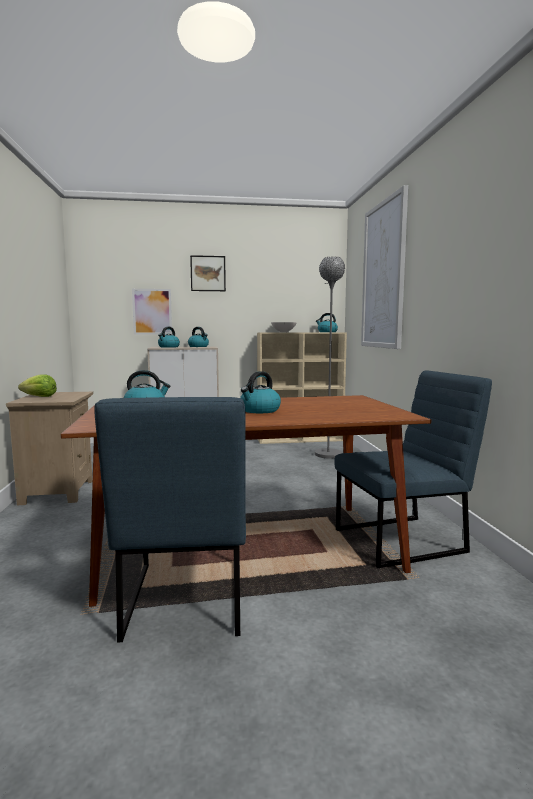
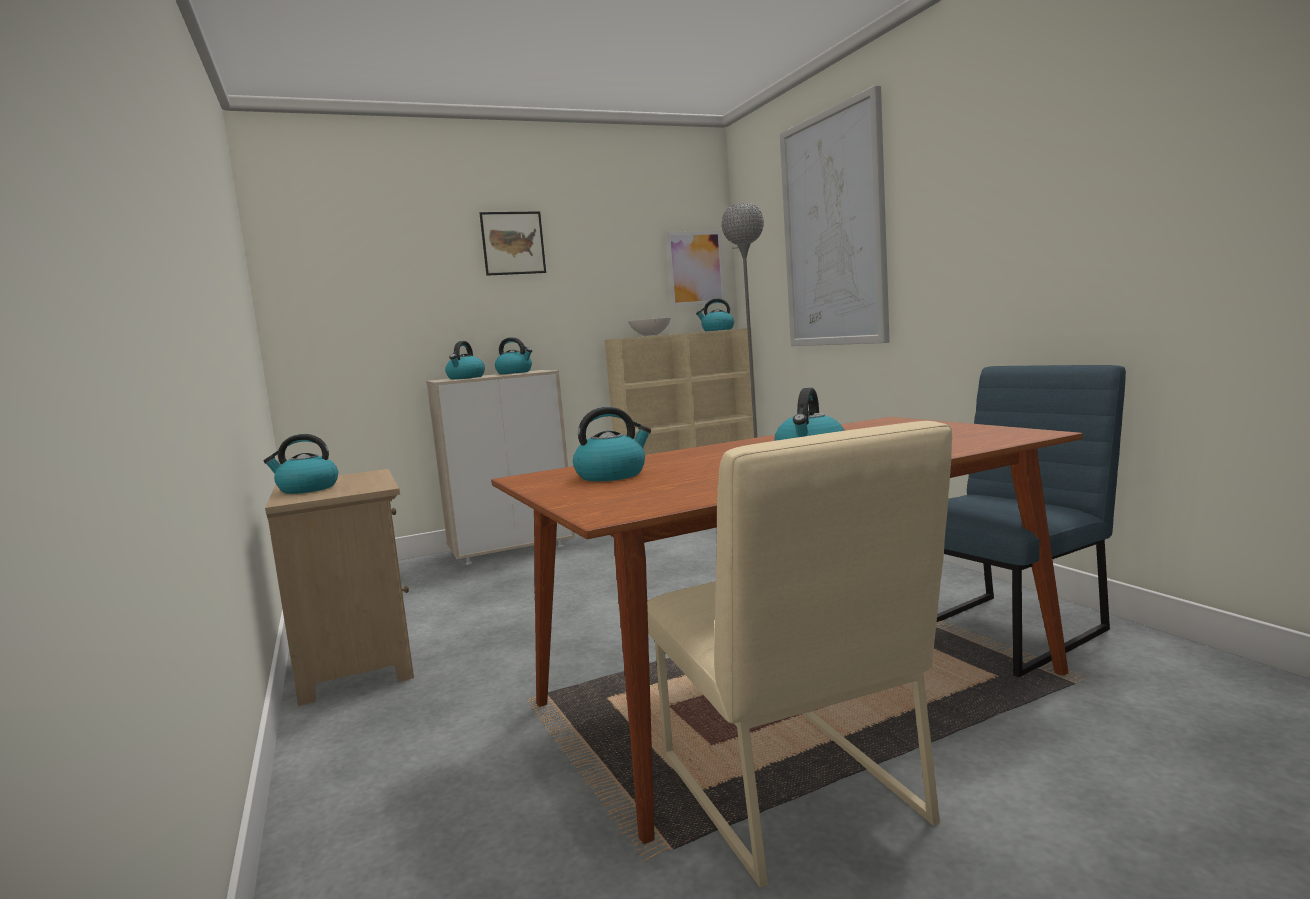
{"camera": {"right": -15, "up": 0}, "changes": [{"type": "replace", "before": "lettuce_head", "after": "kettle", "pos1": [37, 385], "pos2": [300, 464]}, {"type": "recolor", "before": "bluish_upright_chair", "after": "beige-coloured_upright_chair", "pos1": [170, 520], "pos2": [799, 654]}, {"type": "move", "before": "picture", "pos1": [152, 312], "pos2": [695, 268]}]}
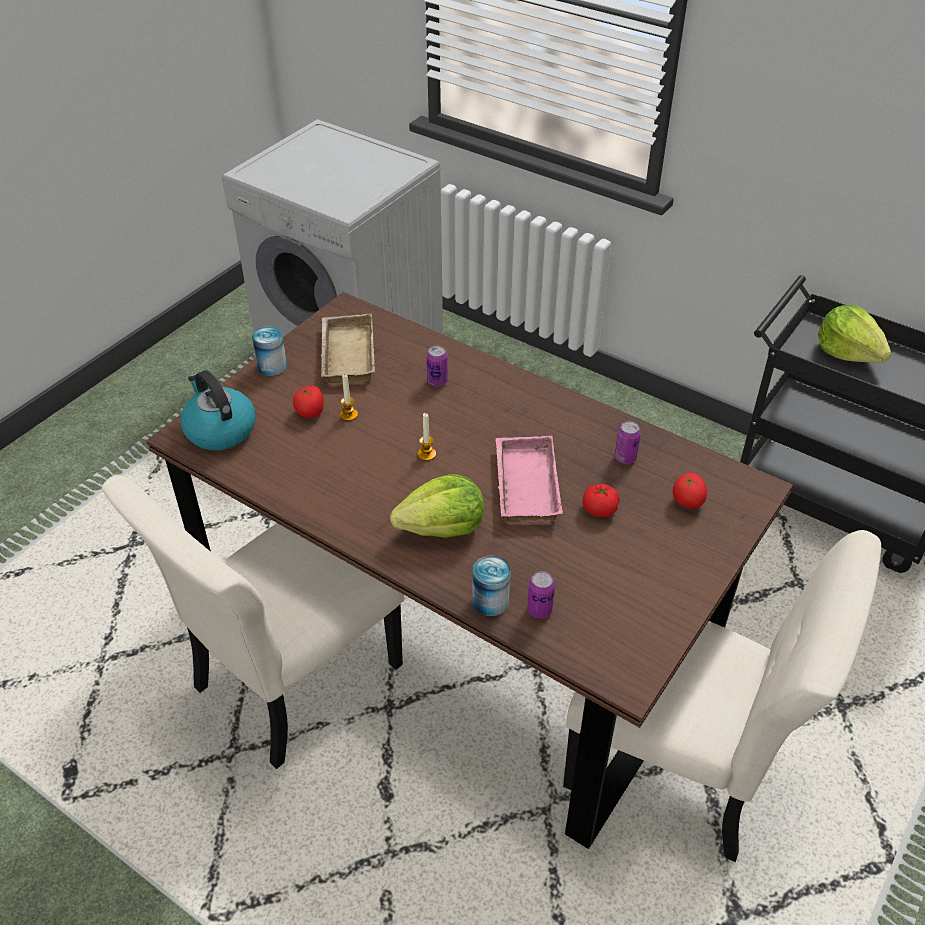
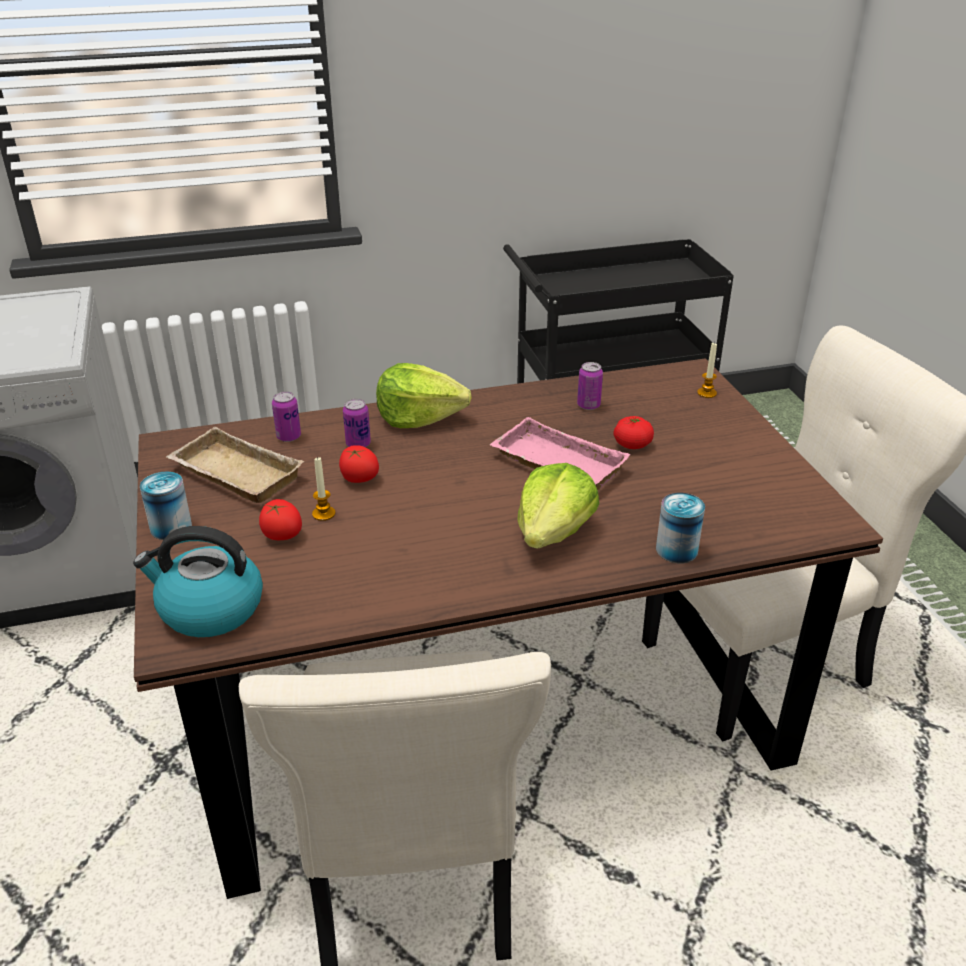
{"camera": {"right": -50, "up": -10}, "changes": [{"type": "move", "before": "wax_candle", "pos1": [427, 437], "pos2": [707, 370]}, {"type": "move", "before": "metal_can", "pos1": [541, 594], "pos2": [286, 417]}, {"type": "move", "before": "fresh_tomato", "pos1": [690, 490], "pos2": [359, 464]}, {"type": "move", "before": "lettuce_head", "pos1": [855, 334], "pos2": [424, 395]}]}
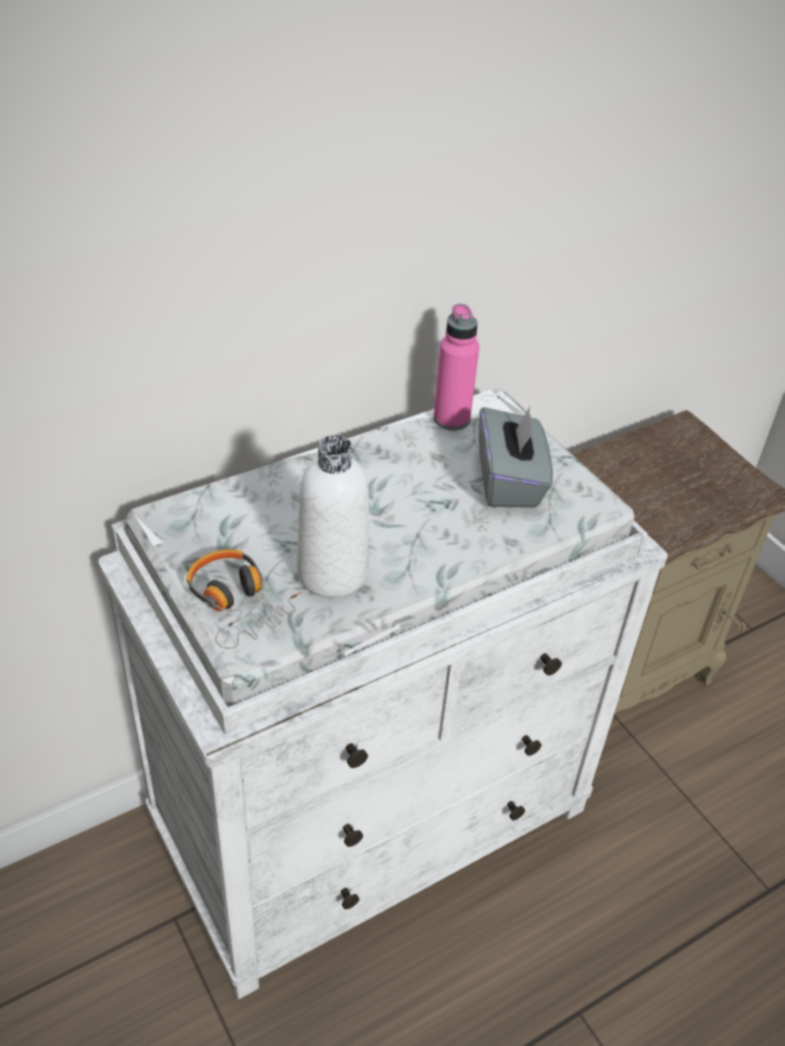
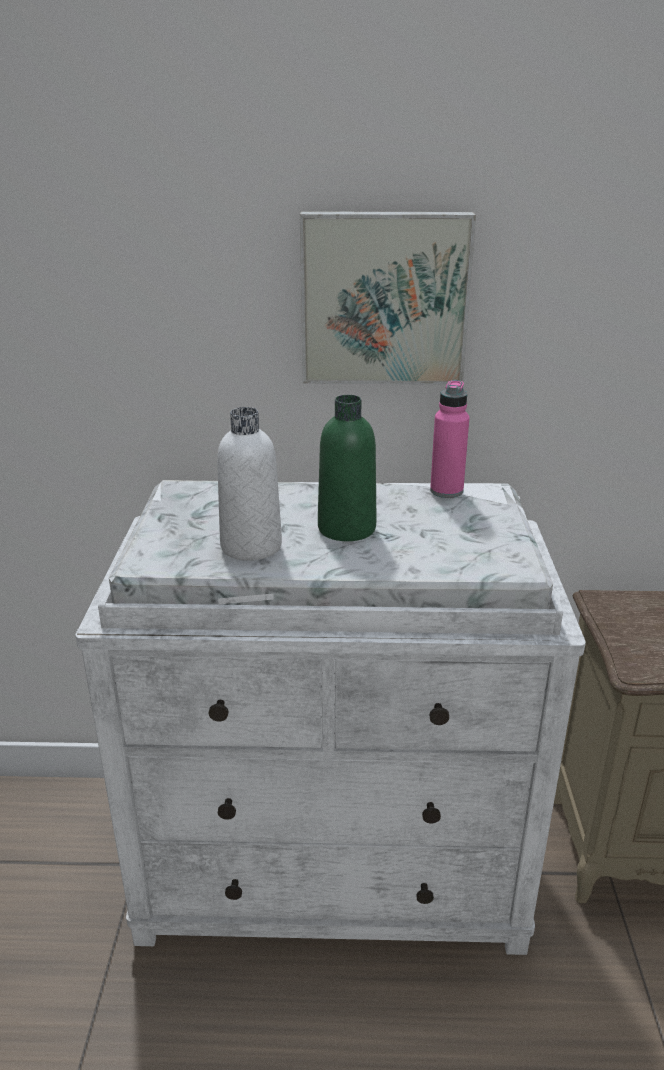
{"camera": {"right": 35, "up": -15}, "changes": [{"type": "delete", "before": "headphones", "pos1": [243, 599]}, {"type": "delete", "before": "gray_tissue_holder", "pos1": [516, 457]}, {"type": "insert", "after": "picture", "pos2": [388, 298]}, {"type": "insert", "after": "green-coloured_drink_bottle", "pos2": [347, 468]}]}
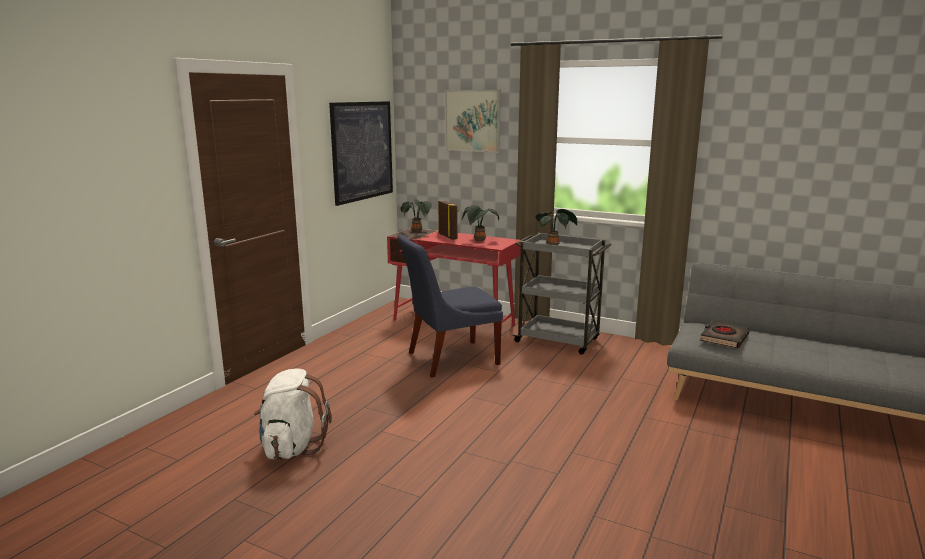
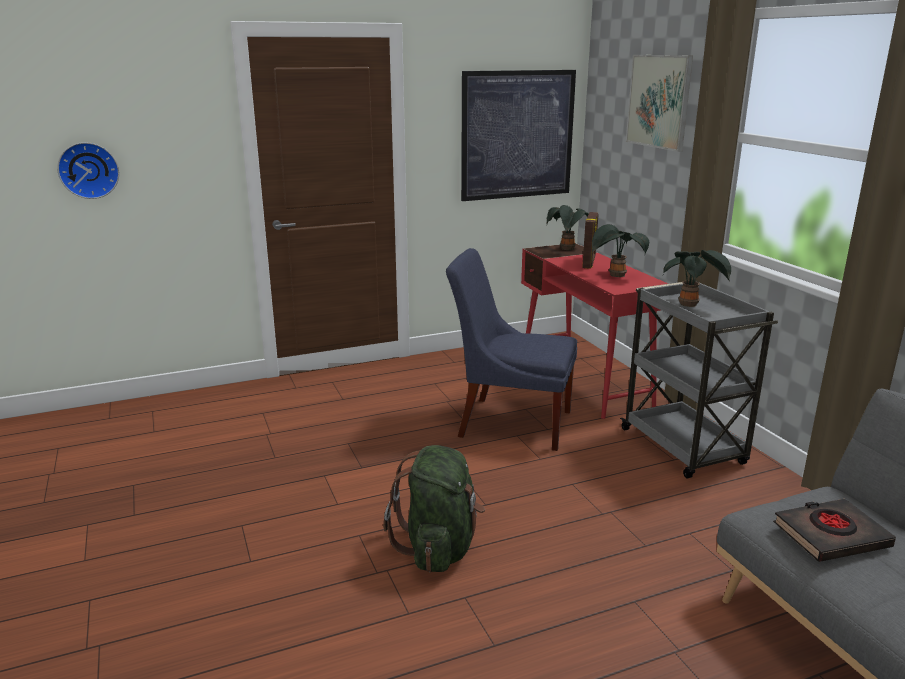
{"camera": {"right": 40, "up": 5}, "changes": [{"type": "delete", "before": "white-coloured_backpack", "pos1": [293, 413]}, {"type": "insert", "after": "hanging_clock", "pos2": [88, 170]}, {"type": "insert", "after": "green-coloured_backpack", "pos2": [434, 508]}]}
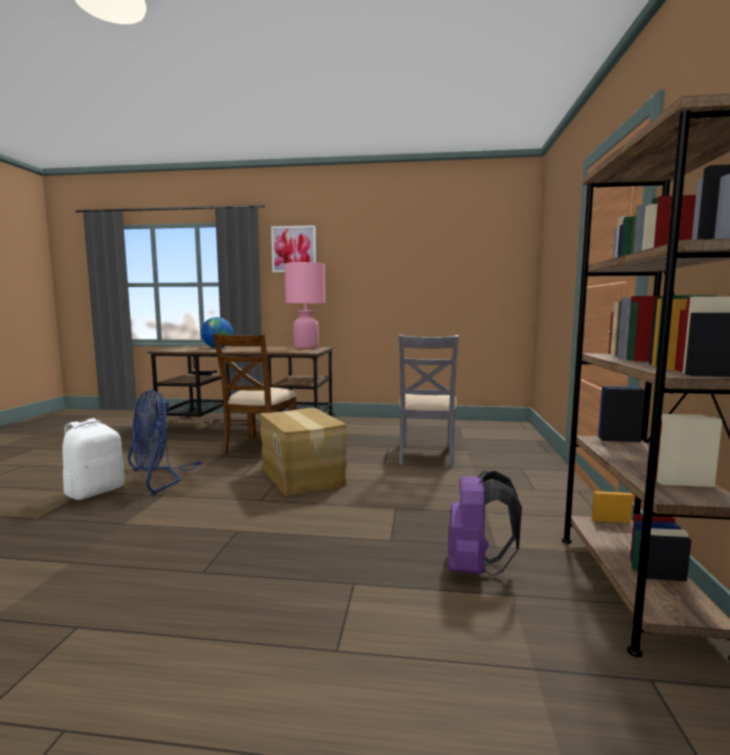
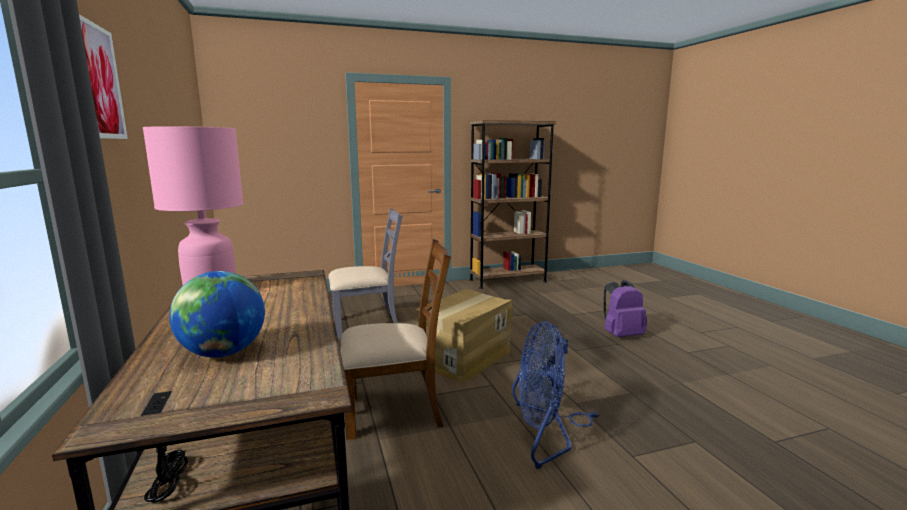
{"camera": {"right": -115, "up": 5}, "changes": [{"type": "delete", "before": "white-coloured_backpack", "pos1": [93, 459]}, {"type": "rotate", "before": "bluish_cooling_fan", "pos1": [165, 442], "pos2": [556, 395], "turn": 150}, {"type": "move", "before": "purple-coloured_backpack", "pos1": [485, 523], "pos2": [625, 308]}]}
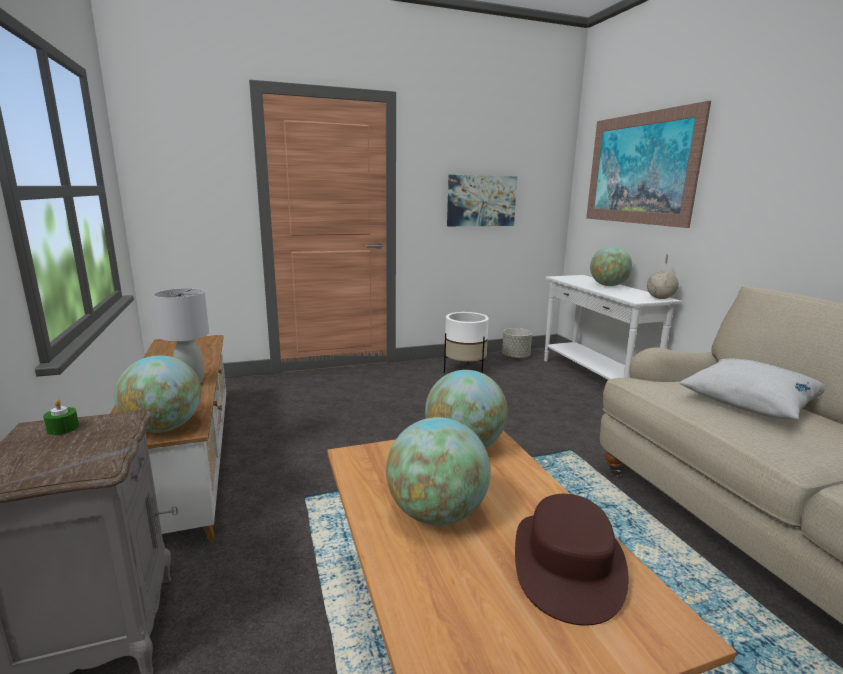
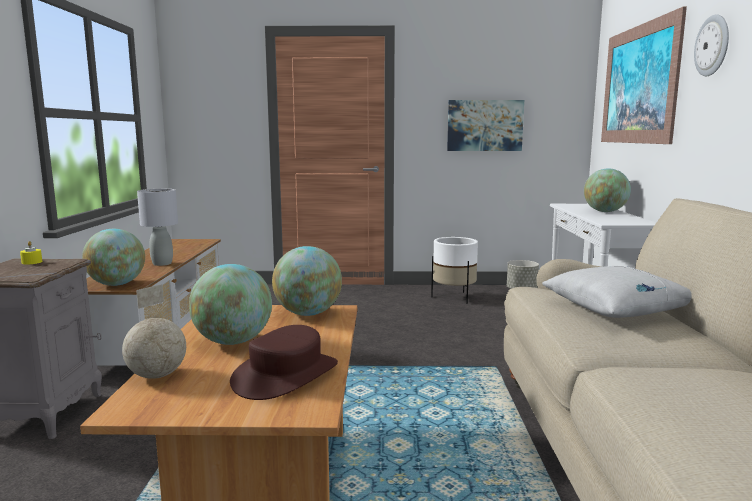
{"camera": {"right": 20, "up": -5}, "changes": [{"type": "recolor", "before": "green-coloured_wax_candle", "after": "yellowish_wax_candle", "pos1": [61, 417], "pos2": [31, 252]}, {"type": "move", "before": "world_globe", "pos1": [663, 276], "pos2": [154, 331]}, {"type": "insert", "after": "hanging_clock", "pos2": [711, 45]}]}
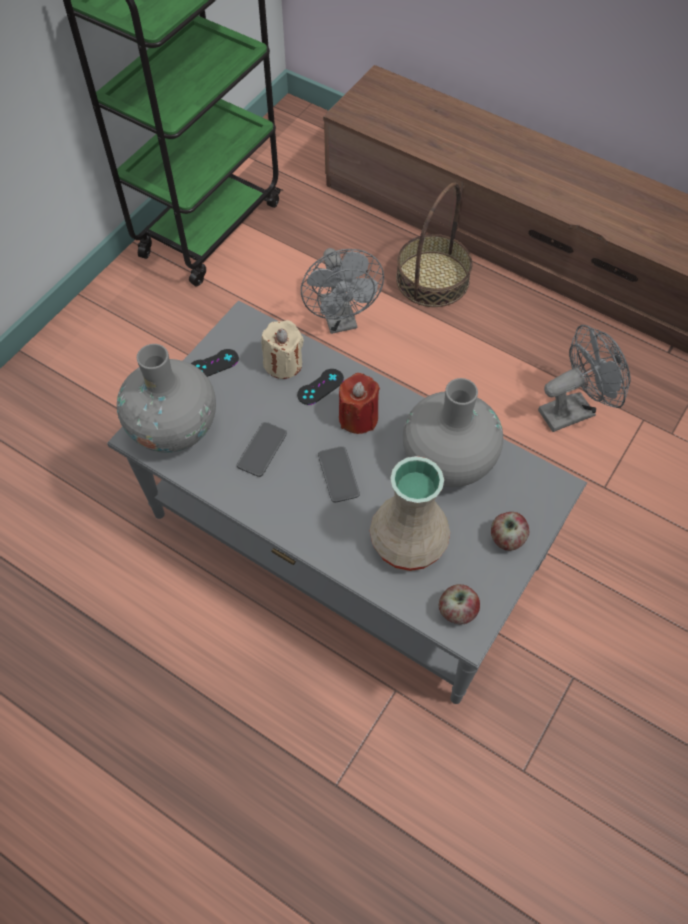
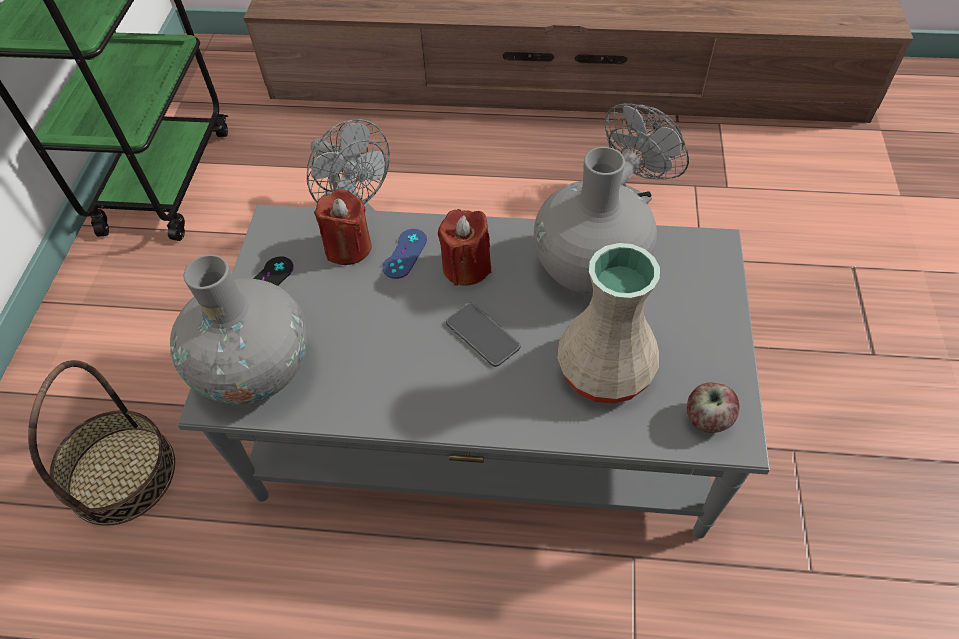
{"camera": {"right": -25, "up": -5}, "changes": [{"type": "delete", "before": "telephone", "pos1": [262, 449]}, {"type": "recolor", "before": "beige-coloured_wax_candle", "after": "reddish_wax_candle", "pos1": [282, 349], "pos2": [342, 227]}, {"type": "recolor", "before": "black-coloured_joypad", "after": "bluish_joypad", "pos1": [320, 387], "pos2": [404, 254]}, {"type": "move", "before": "basket", "pos1": [434, 244], "pos2": [101, 443]}, {"type": "delete", "before": "apple", "pos1": [510, 531]}]}
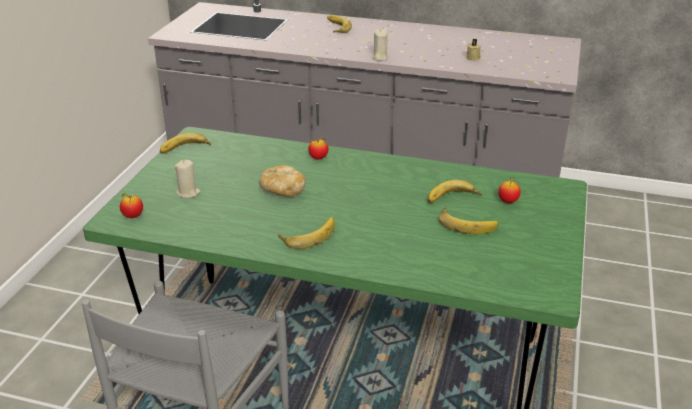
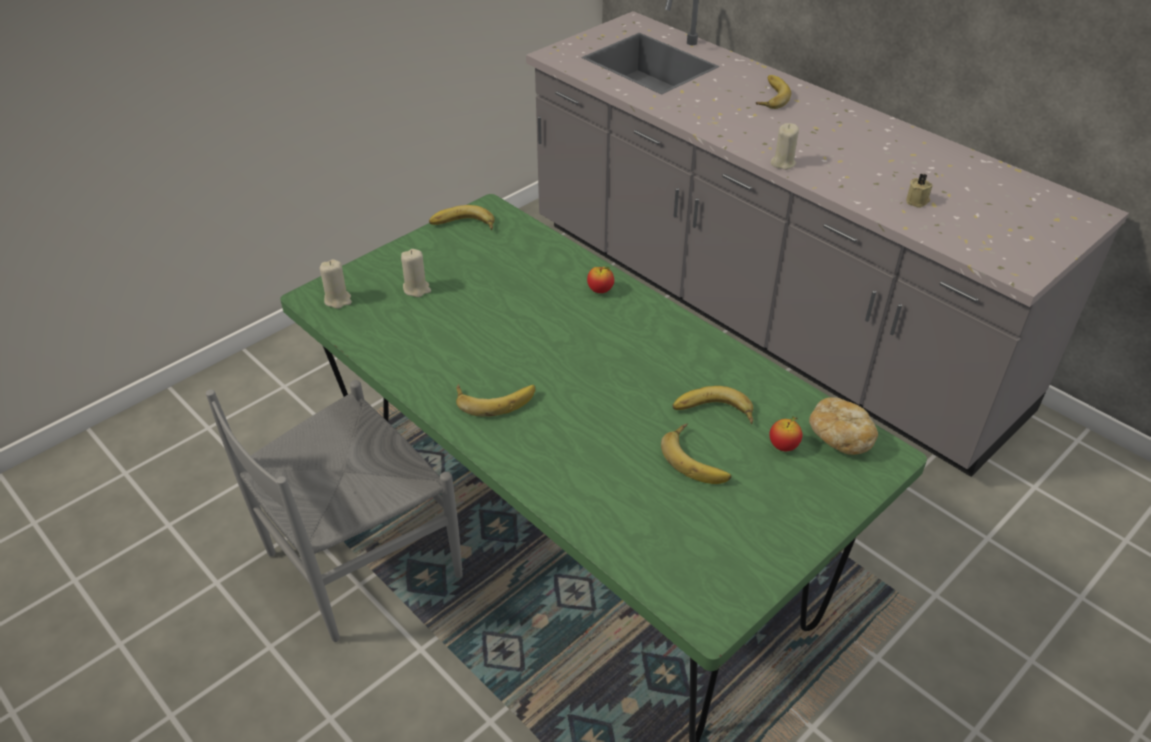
{"camera": {"right": 30, "up": 10}, "changes": [{"type": "replace", "before": "apple", "after": "beige-coloured_wax_candle", "pos1": [131, 205], "pos2": [336, 284]}, {"type": "move", "before": "baked_bread", "pos1": [282, 181], "pos2": [843, 426]}]}
